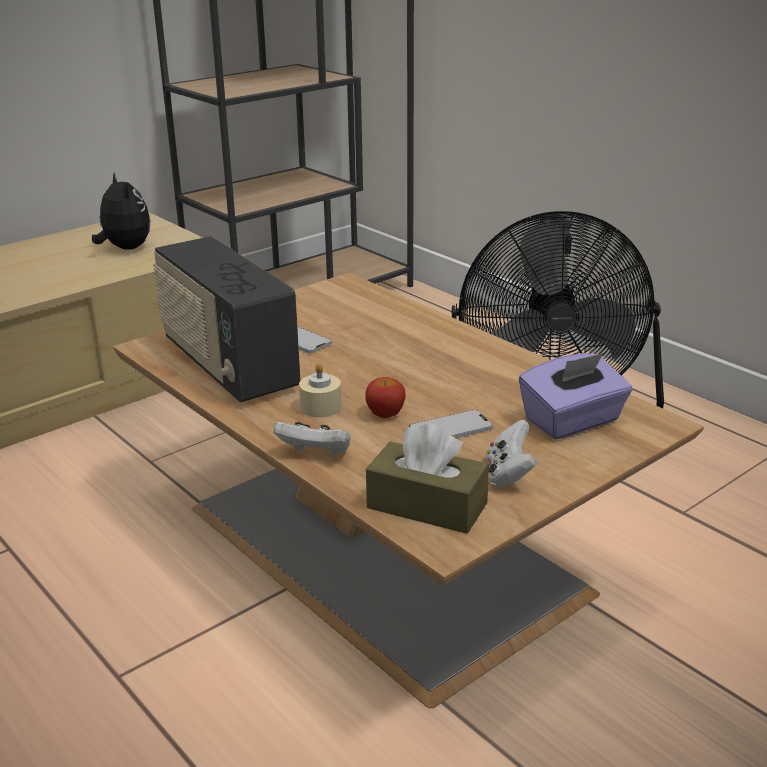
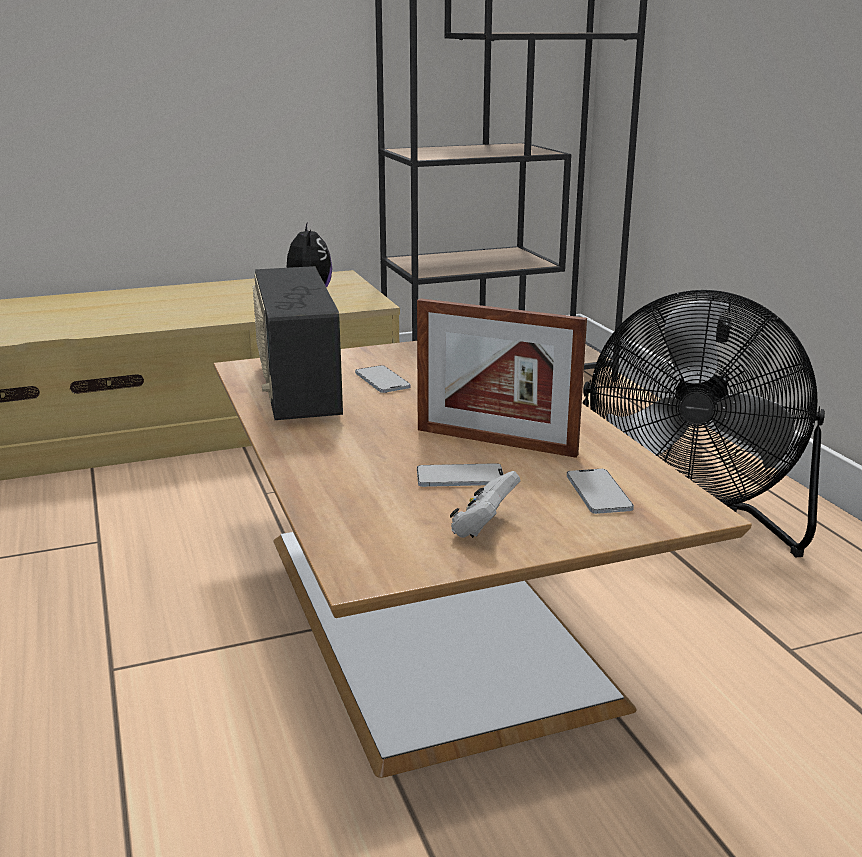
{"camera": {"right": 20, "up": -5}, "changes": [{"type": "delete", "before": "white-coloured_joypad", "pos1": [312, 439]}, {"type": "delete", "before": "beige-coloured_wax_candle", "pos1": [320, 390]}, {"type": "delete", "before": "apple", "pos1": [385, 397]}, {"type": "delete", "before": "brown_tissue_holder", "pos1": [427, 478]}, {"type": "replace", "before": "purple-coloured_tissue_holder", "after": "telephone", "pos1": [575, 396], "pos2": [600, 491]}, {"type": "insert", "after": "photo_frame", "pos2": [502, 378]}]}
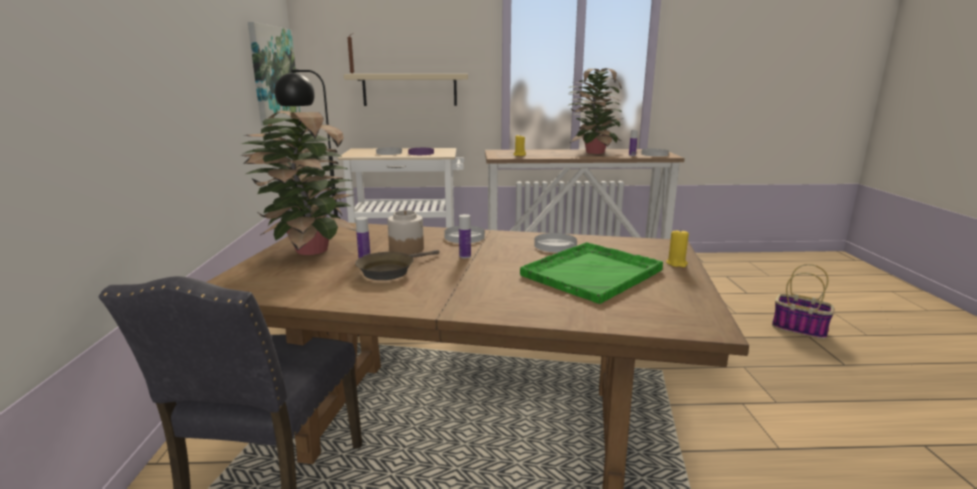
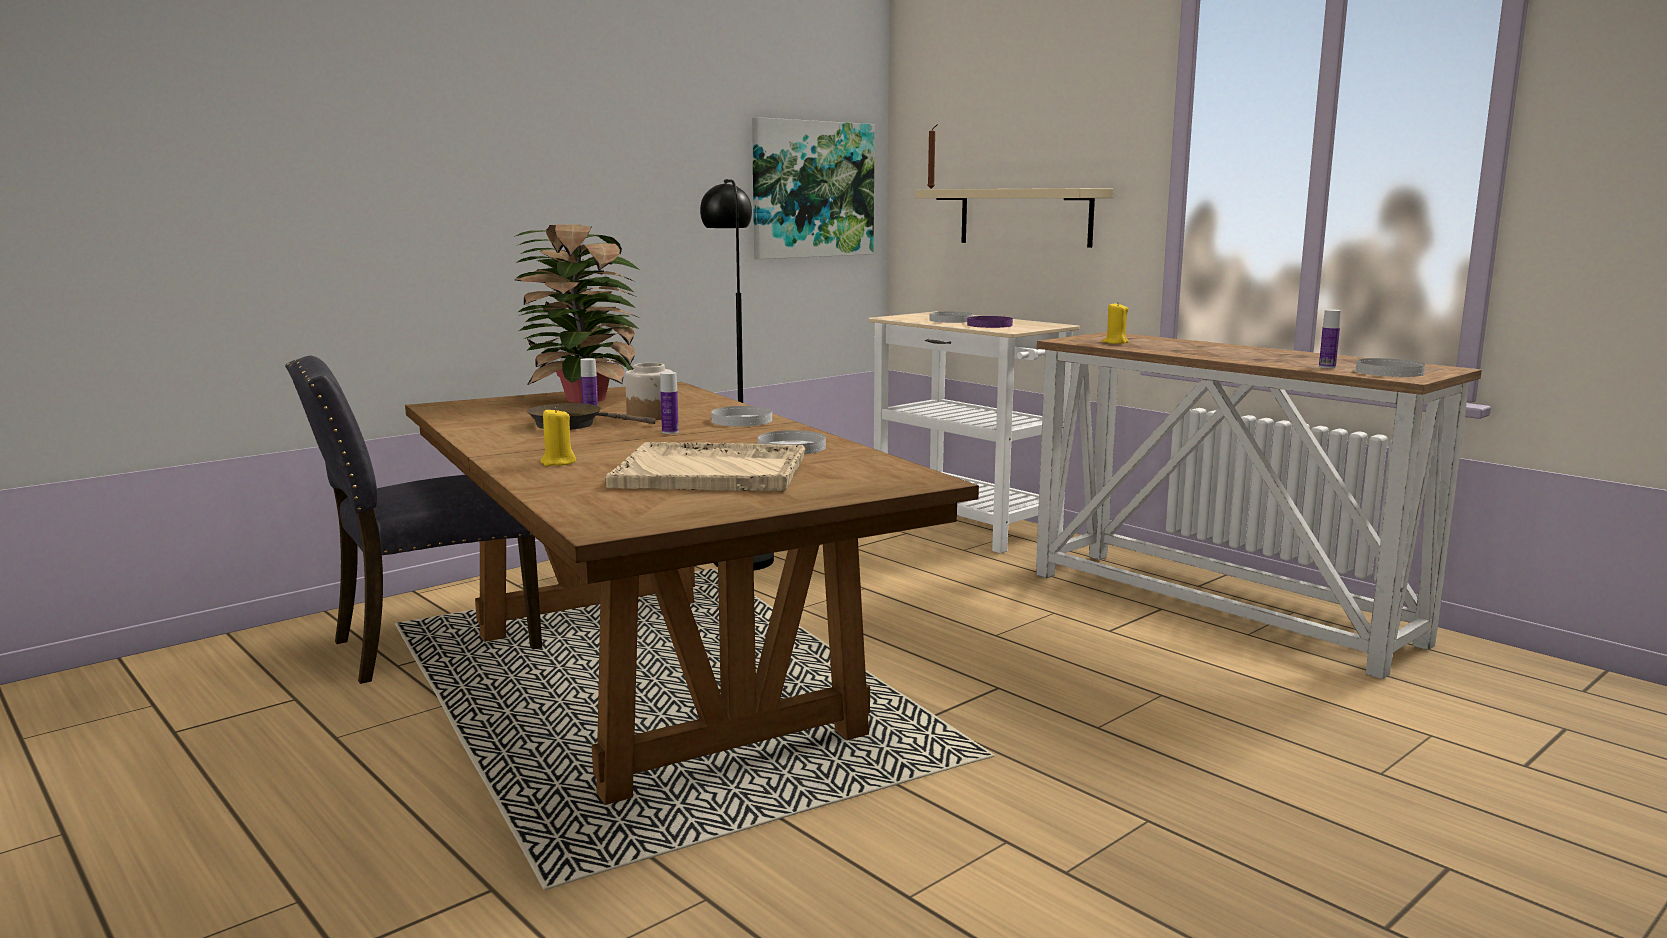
{"camera": {"right": 50, "up": -5}, "changes": [{"type": "recolor", "before": "green-coloured_tray", "after": "beige-coloured_tray", "pos1": [591, 273], "pos2": [705, 466]}, {"type": "delete", "before": "plant_in_a_pot", "pos1": [595, 111]}, {"type": "move", "before": "yellowish_wax_candle", "pos1": [677, 248], "pos2": [558, 436]}, {"type": "delete", "before": "basket", "pos1": [803, 301]}]}
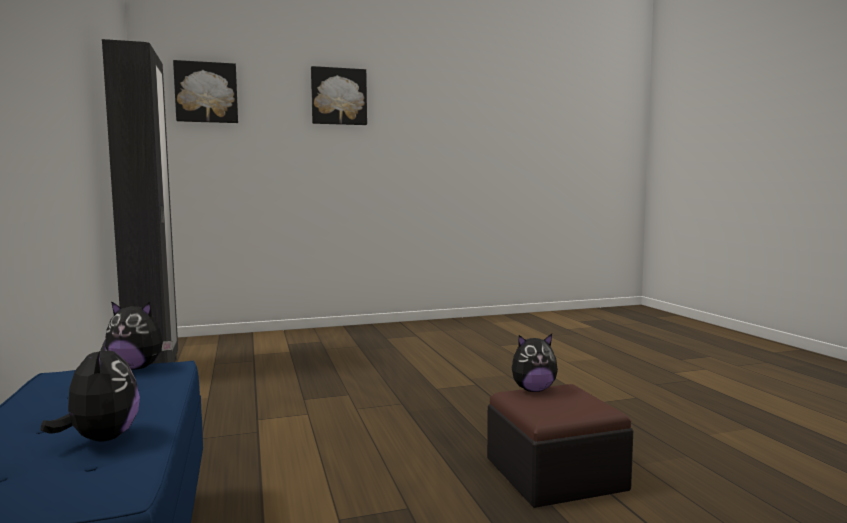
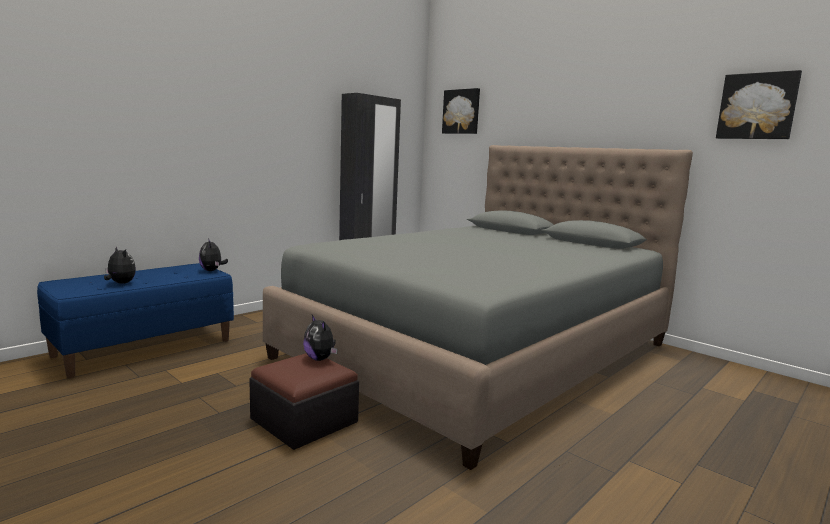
{"camera": {"right": 60, "up": 5}, "changes": [{"type": "rotate", "before": "plush_toy", "pos1": [90, 389], "pos2": [120, 265], "turn": -90}, {"type": "move", "before": "picture", "pos1": [339, 95], "pos2": [759, 104]}, {"type": "insert", "after": "gray_bedroom_bed", "pos2": [478, 307]}]}
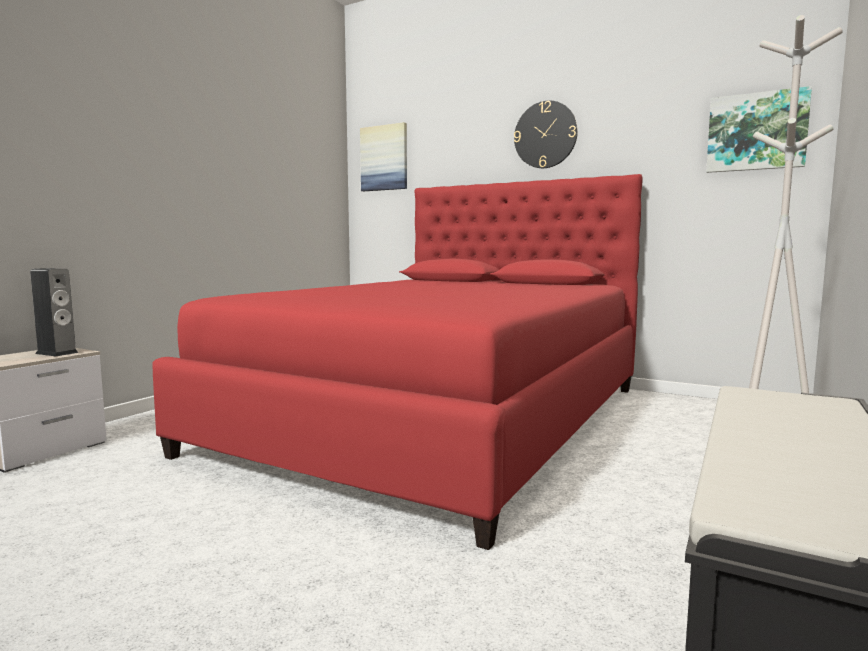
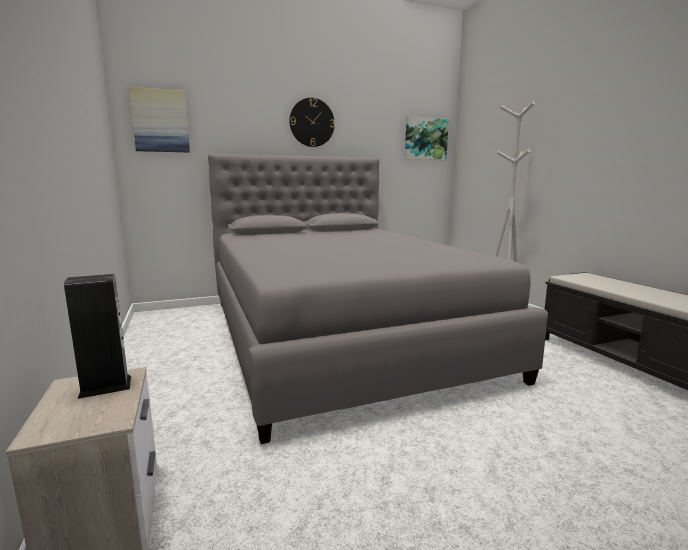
{"camera": {"right": -50, "up": 5}, "changes": [{"type": "recolor", "before": "reddish_bedroom_bed", "after": "gray_bedroom_bed", "pos1": [397, 362], "pos2": [378, 299]}]}
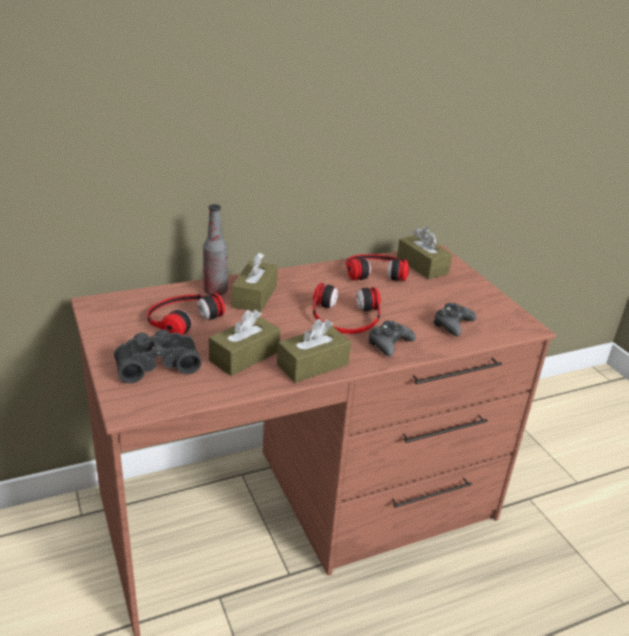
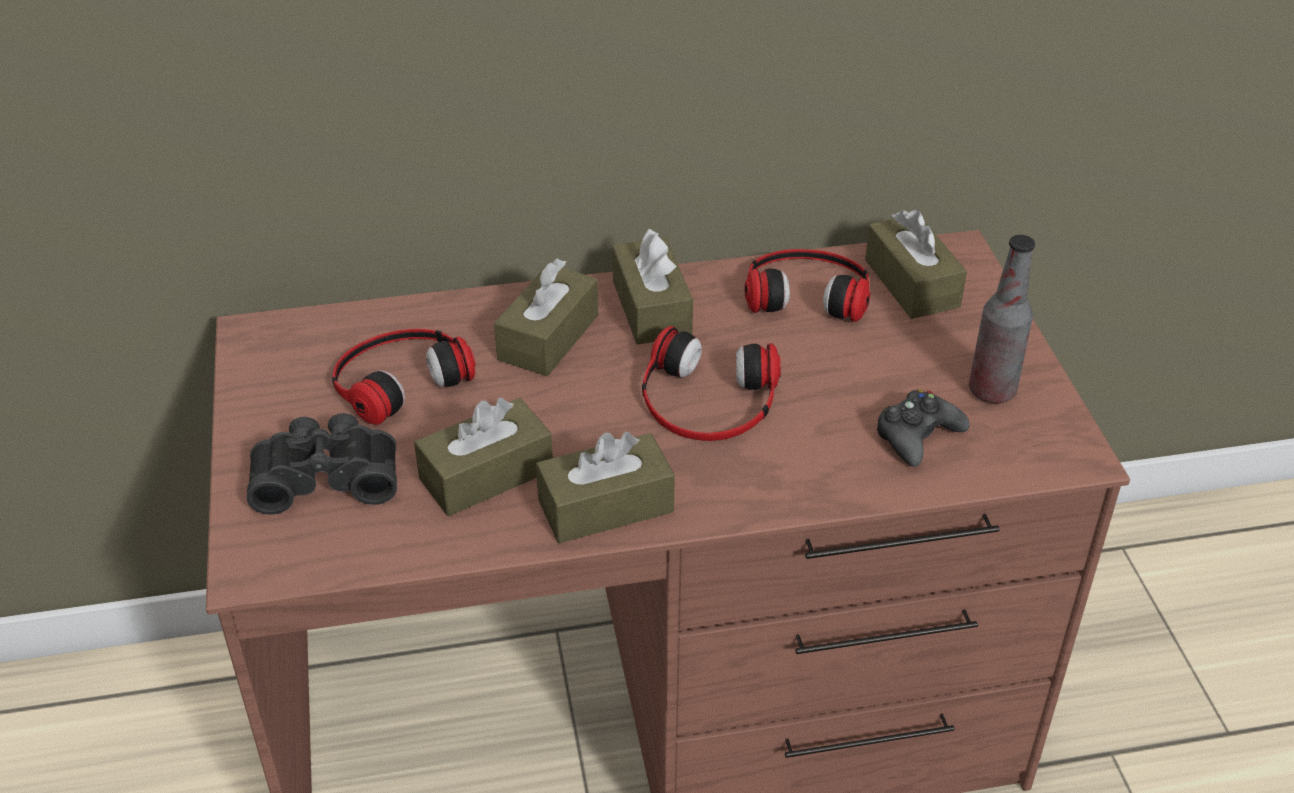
{"camera": {"right": 15, "up": 10}, "changes": [{"type": "move", "before": "drink_bottle", "pos1": [215, 249], "pos2": [1002, 319]}, {"type": "delete", "before": "black-coloured_joypad", "pos1": [392, 338]}, {"type": "insert", "after": "brown_tissue_holder", "pos2": [652, 287]}]}
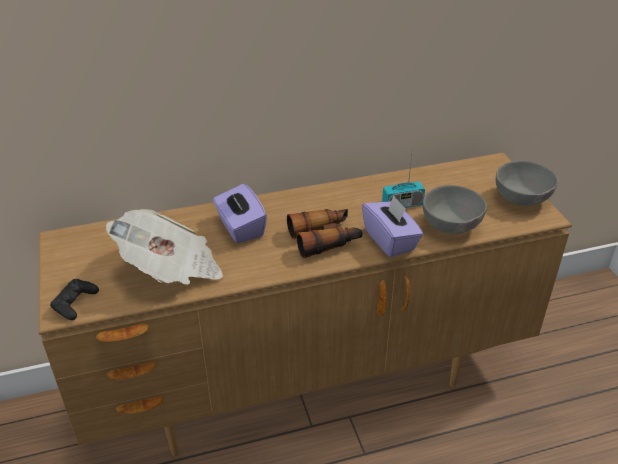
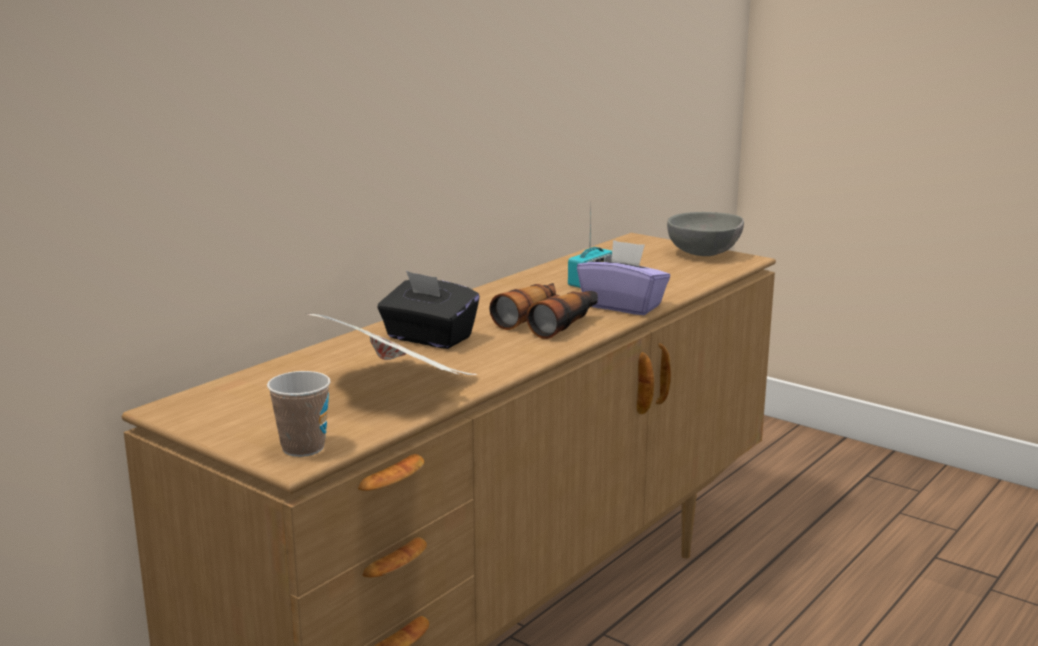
{"camera": {"right": -35, "up": -20}, "changes": [{"type": "replace", "before": "black-coloured_joypad", "after": "cup", "pos1": [74, 299], "pos2": [299, 414]}, {"type": "recolor", "before": "purple-coloured_tissue_holder", "after": "black-coloured_tissue_holder", "pos1": [240, 214], "pos2": [428, 310]}, {"type": "delete", "before": "gray_deep_dish", "pos1": [455, 209]}]}
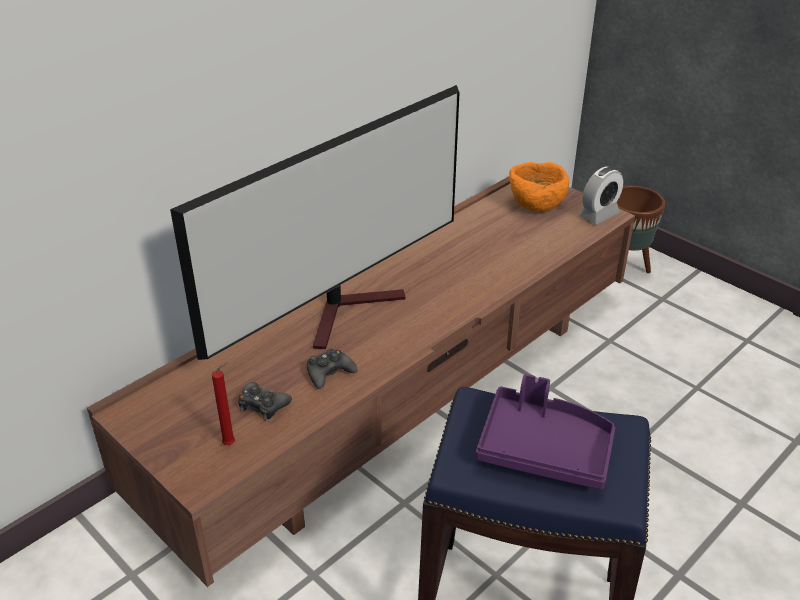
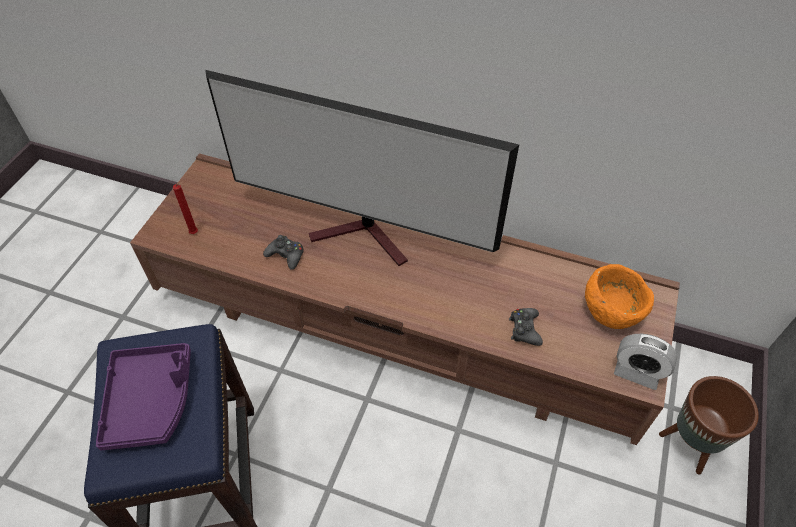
{"camera": {"right": 65, "up": 15}, "changes": [{"type": "move", "before": "black-coloured_joypad", "pos1": [265, 401], "pos2": [526, 327]}]}
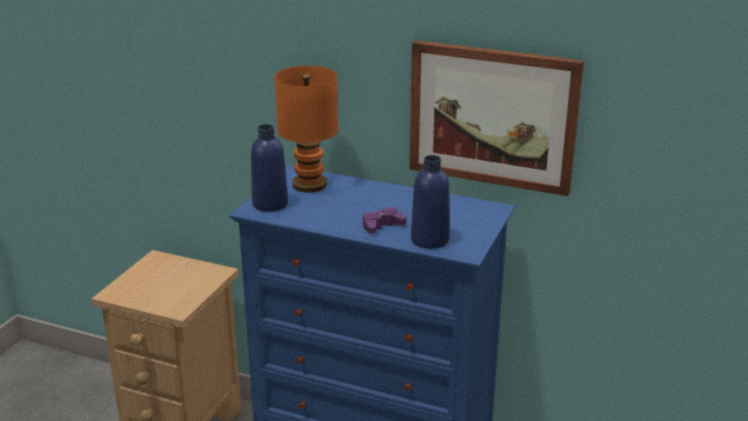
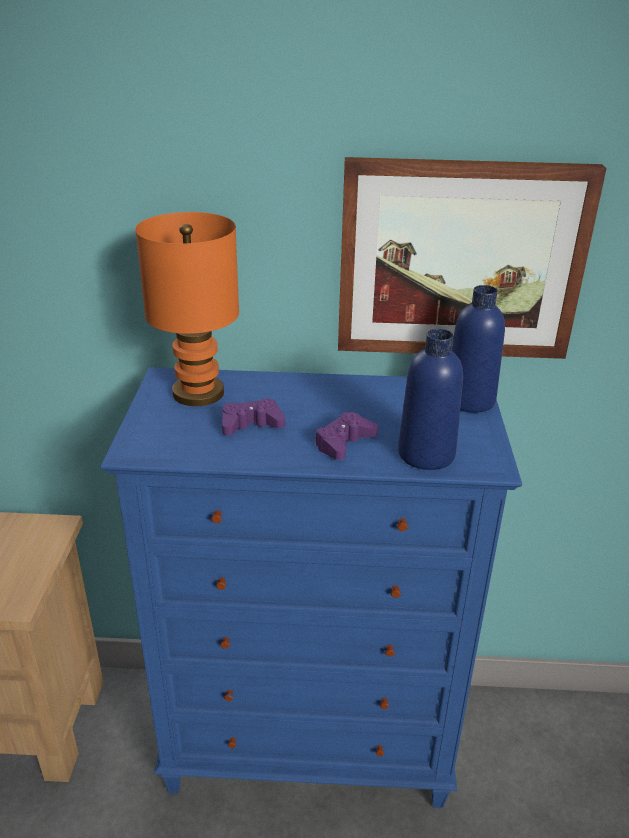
{"camera": {"right": -20, "up": 5}, "changes": [{"type": "move", "before": "bluish_drink_bottle", "pos1": [269, 168], "pos2": [478, 349]}, {"type": "insert", "after": "purple-coloured_joypad", "pos2": [253, 416]}]}
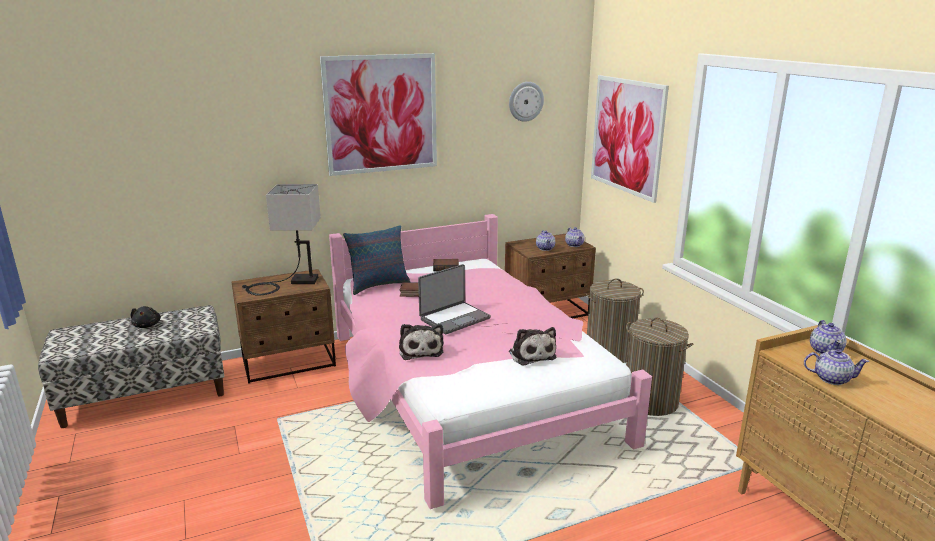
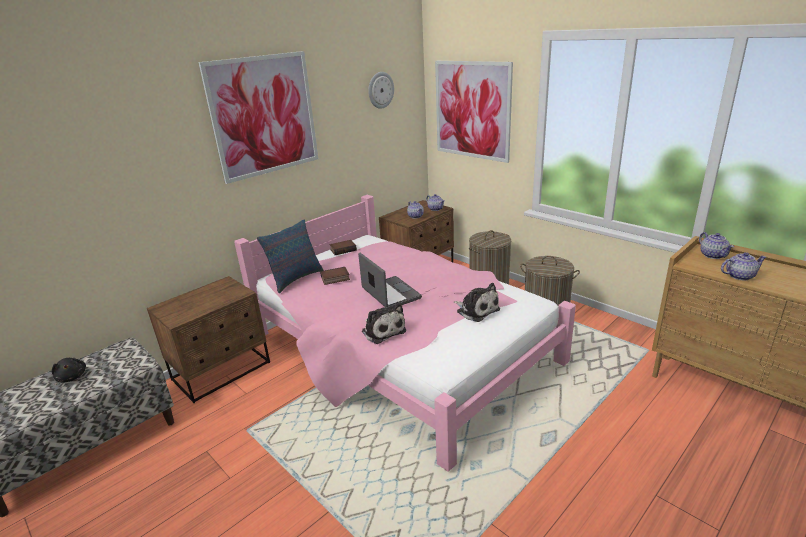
{"camera": {"right": -20, "up": 5}, "changes": [{"type": "delete", "before": "lamp_for_a_table", "pos1": [281, 240]}, {"type": "rotate", "before": "laptop", "pos1": [454, 299], "pos2": [390, 280], "turn": -60}]}
